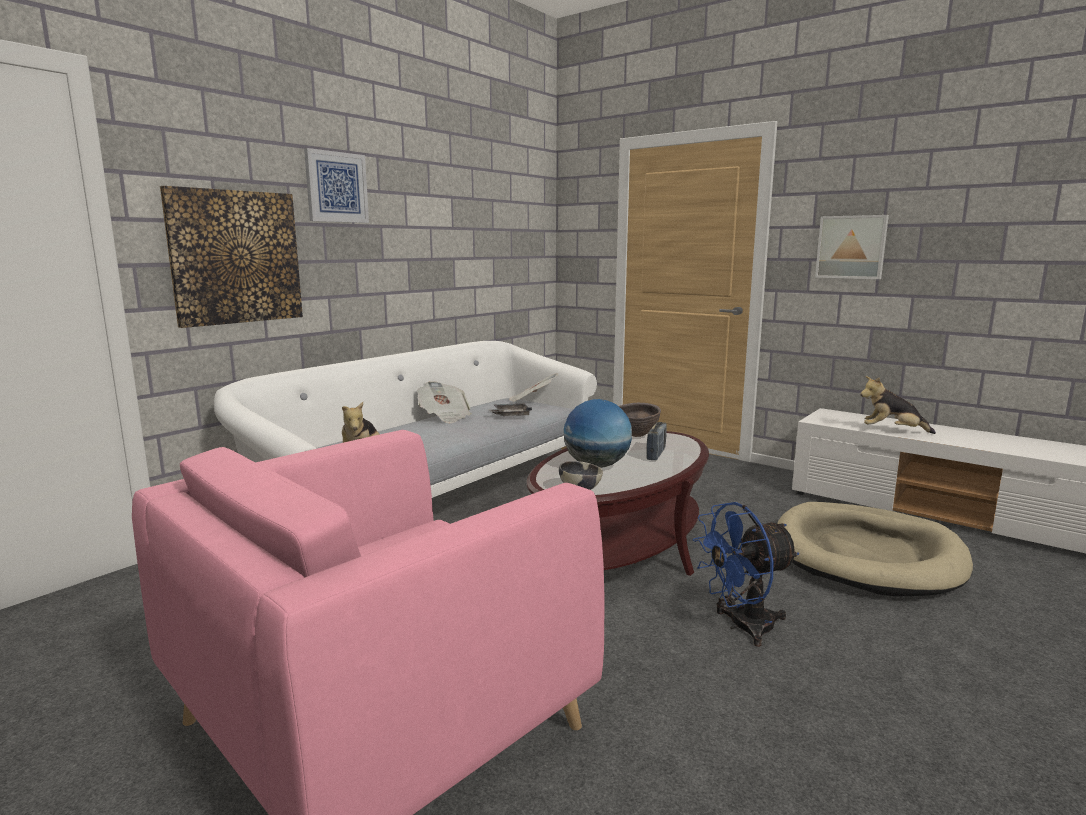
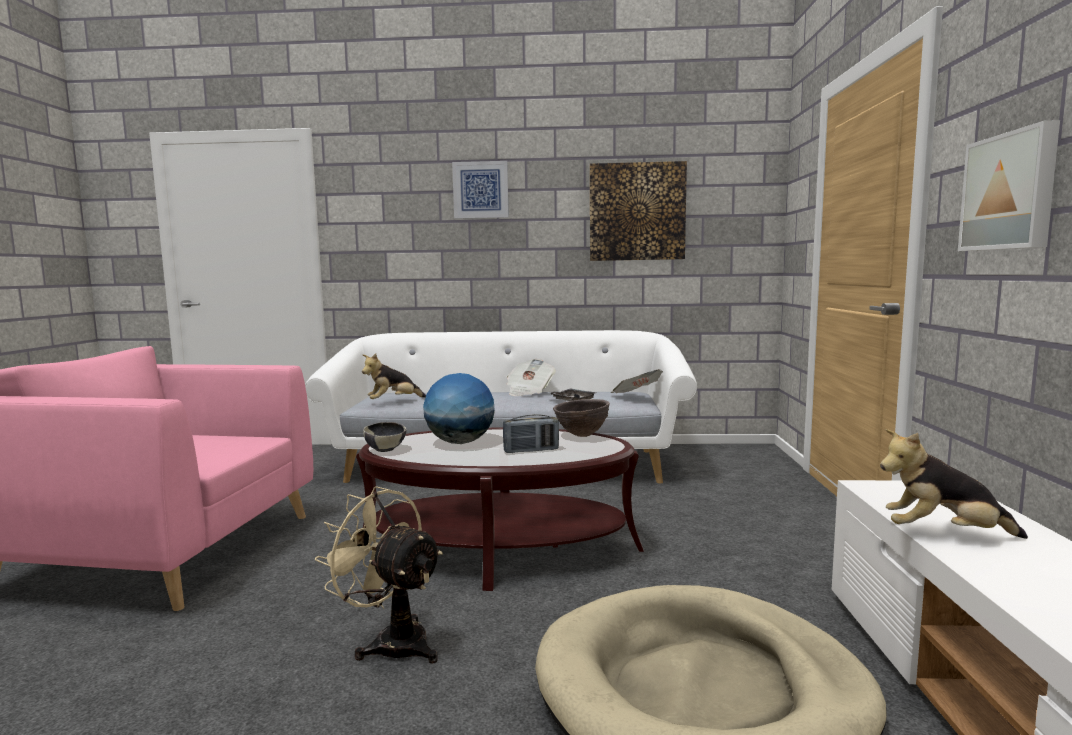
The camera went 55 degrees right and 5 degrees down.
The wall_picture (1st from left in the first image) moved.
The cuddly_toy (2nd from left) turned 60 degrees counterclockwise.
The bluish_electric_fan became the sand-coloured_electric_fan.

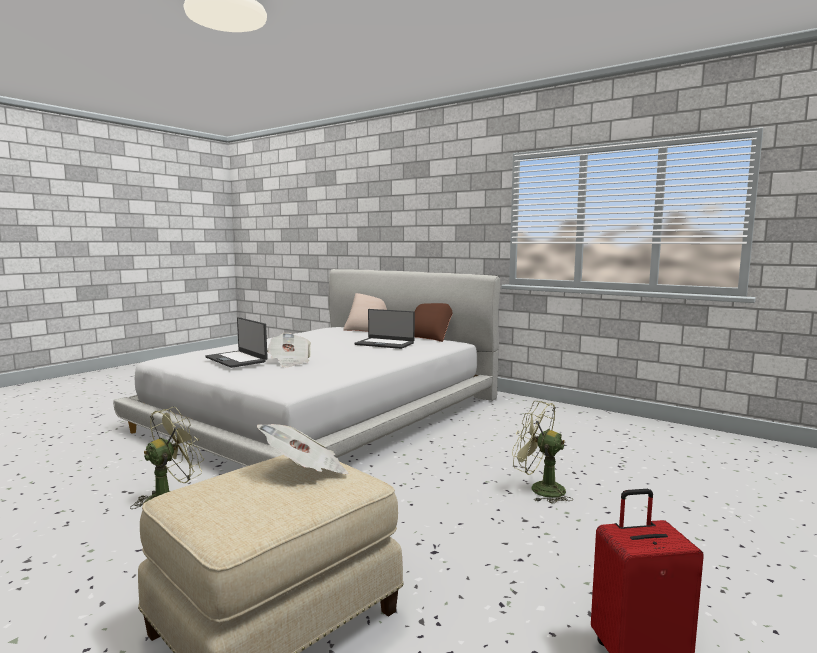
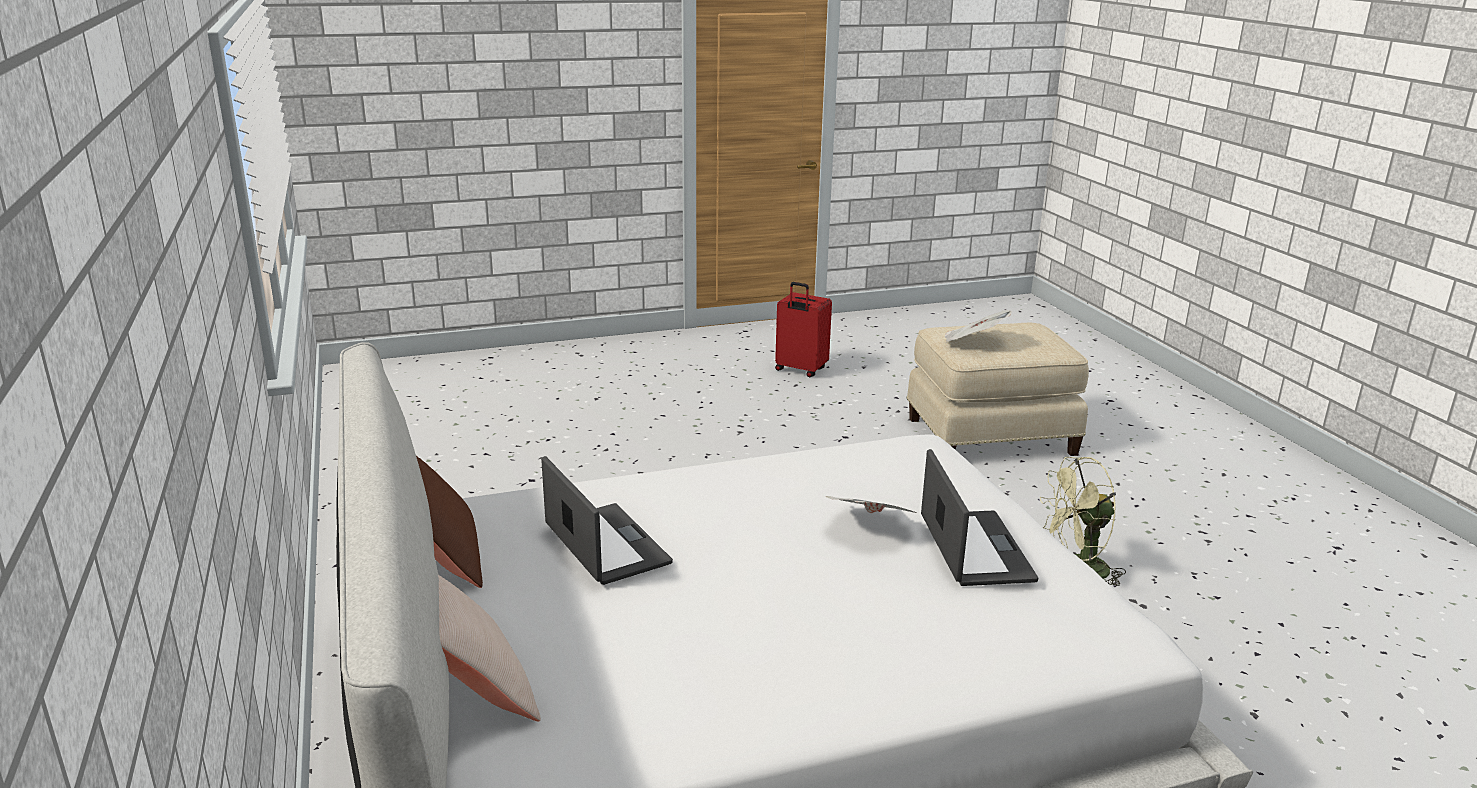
The camera went 145 degrees left and 15 degrees up.
The green-coloured_electric_fan (2nd from left) disappeared.

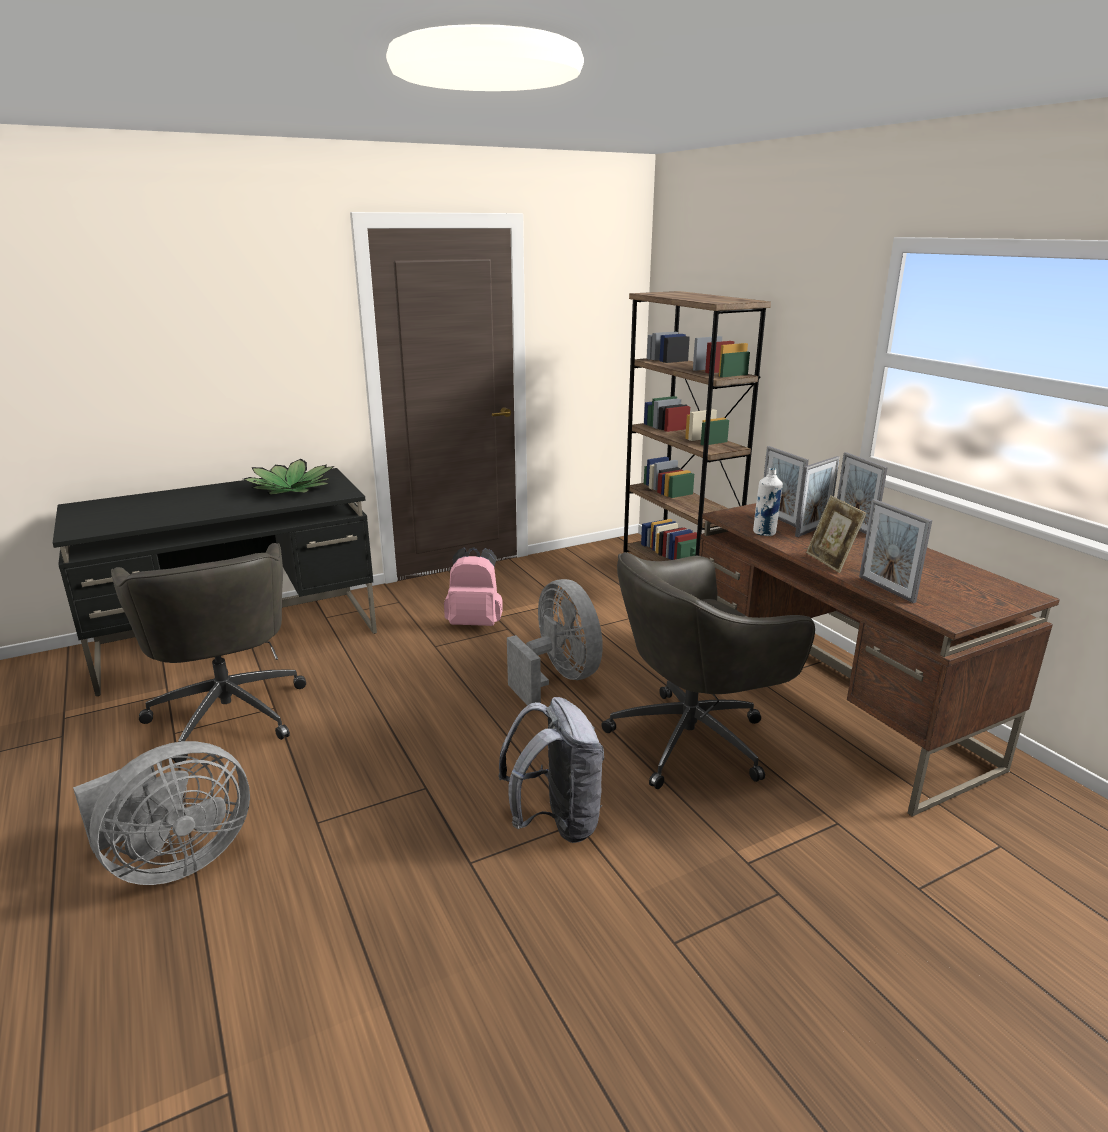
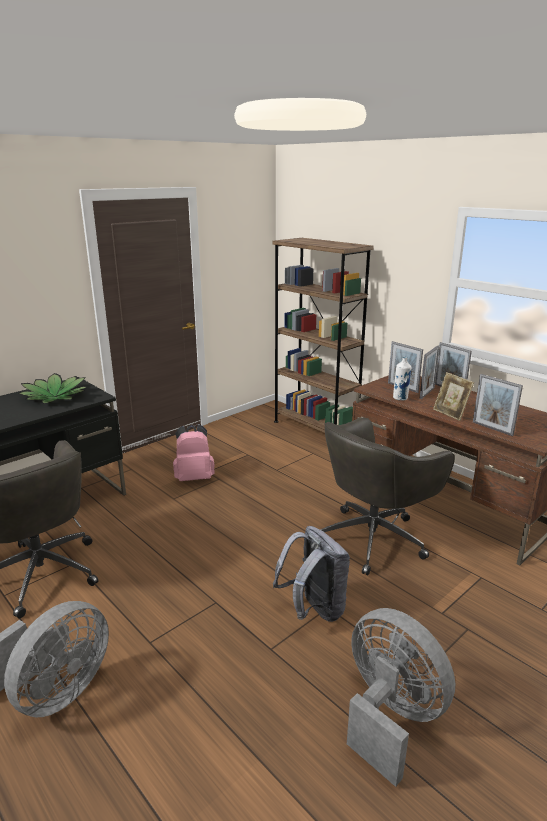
The camera went 15 degrees left and 0 degrees up.
The grey_electric_fan (2nd from left) moved.

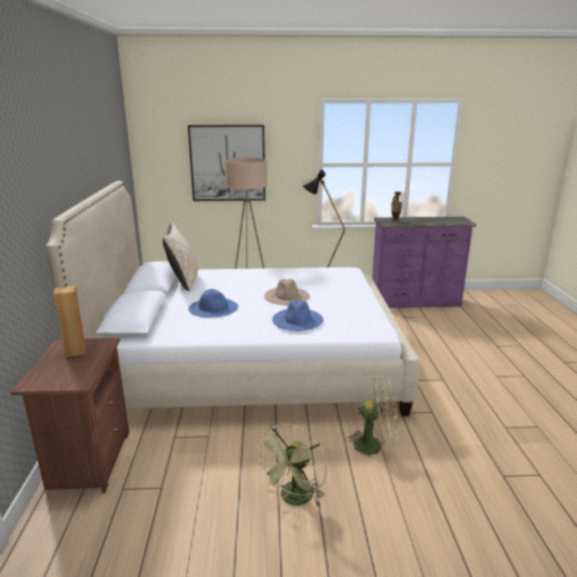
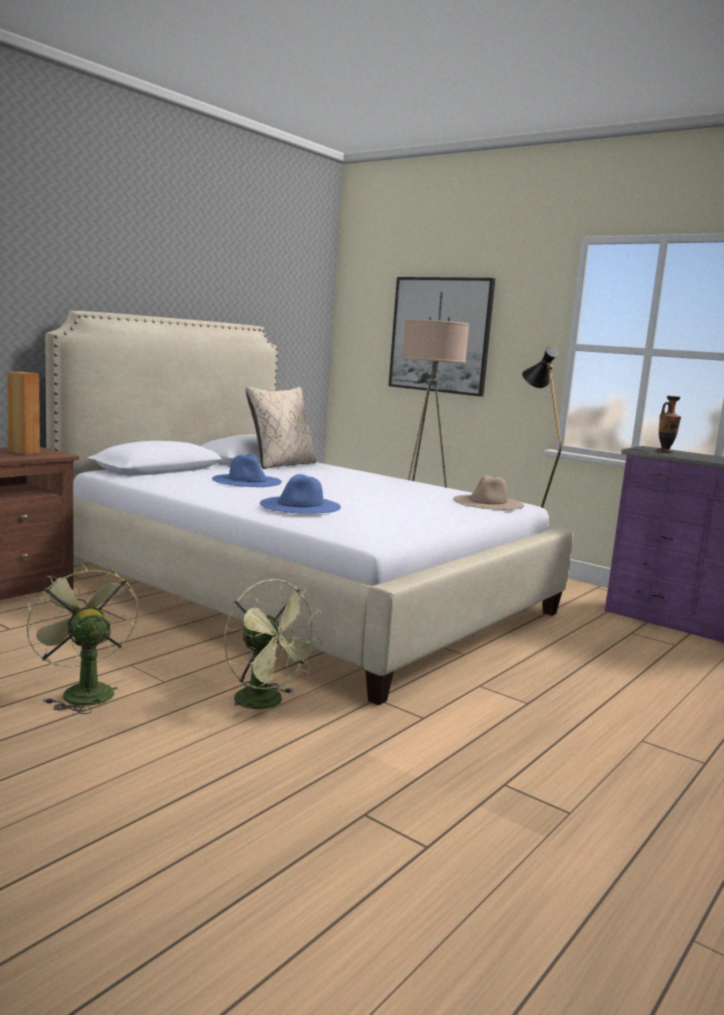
The camera went 40 degrees right and 10 degrees down.
The sand-coloured_wearable_hat moved.
The green-coloured_electric_fan (1st from left) turned 75 degrees clockwise.

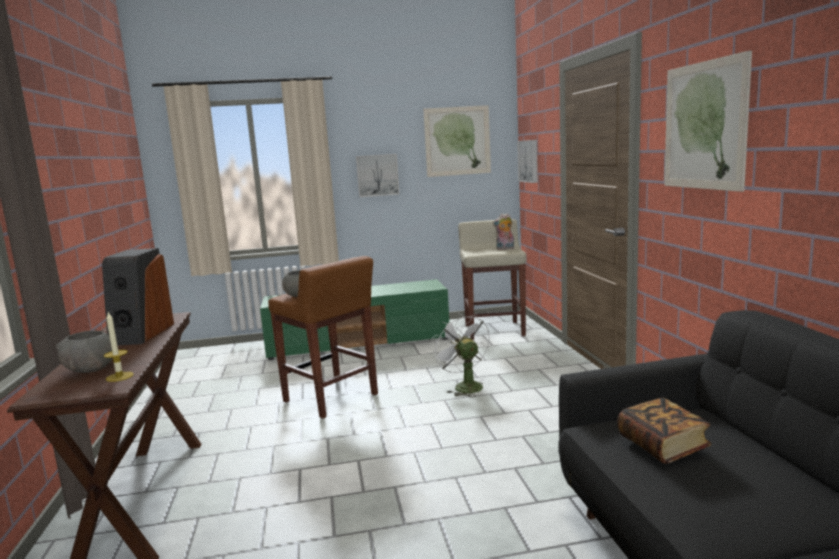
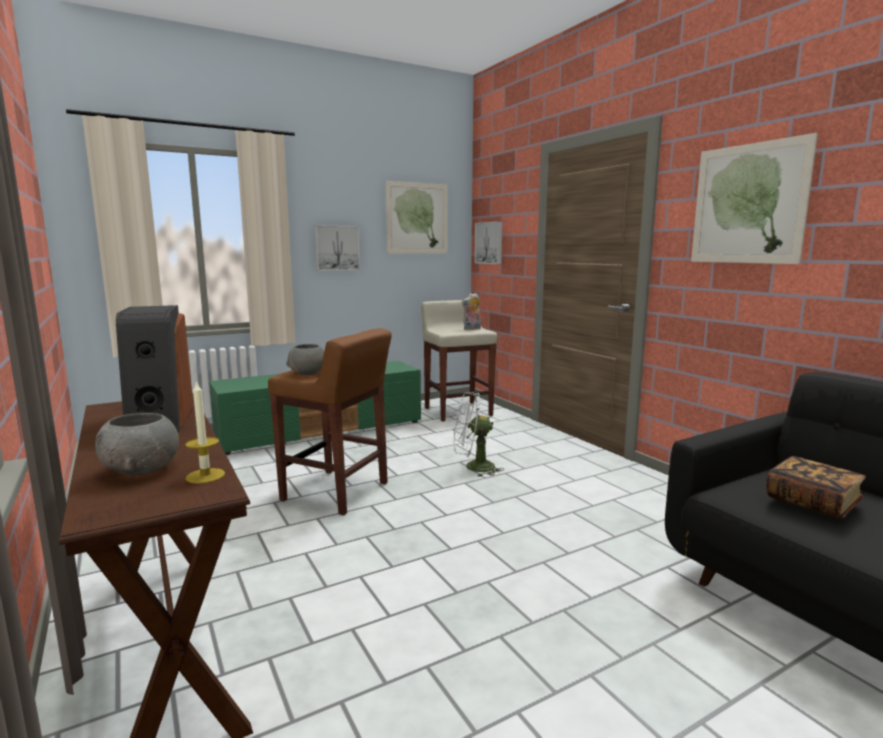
The camera went 20 degrees left and 0 degrees up.
The white-coloured_electric_fan turned 45 degrees counterclockwise.

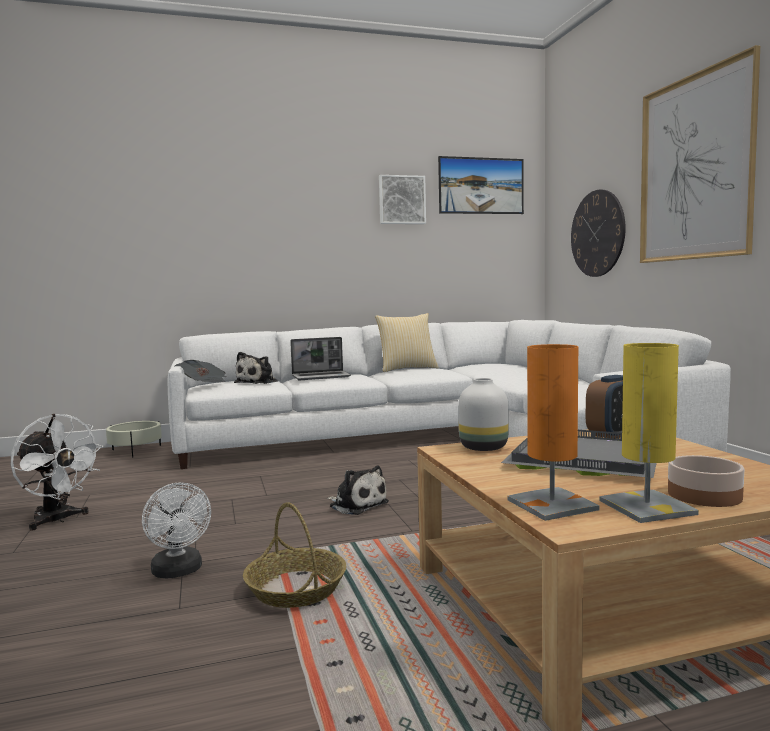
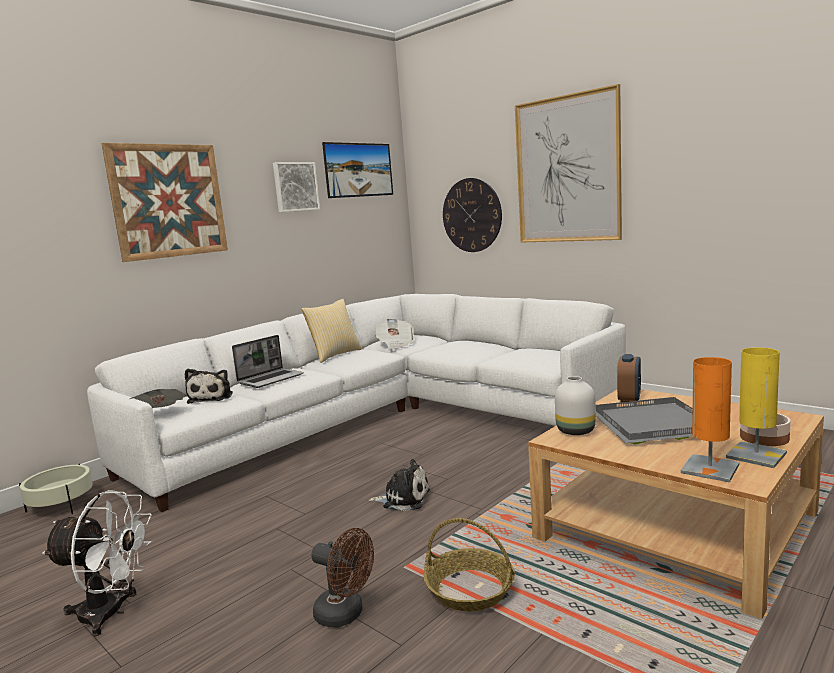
The camera went 30 degrees left and 5 degrees up.
The white-coloured_electric_fan (2nd from left) became the brown_electric_fan.
The wall_picture (1st from left) appeared.
The newspaper (2nd from left) appeared.

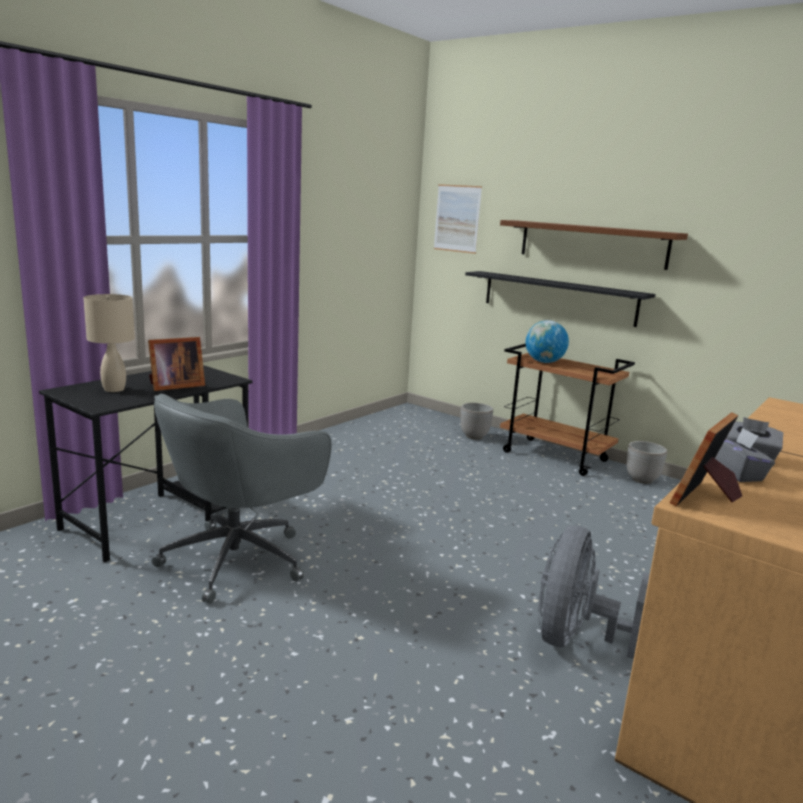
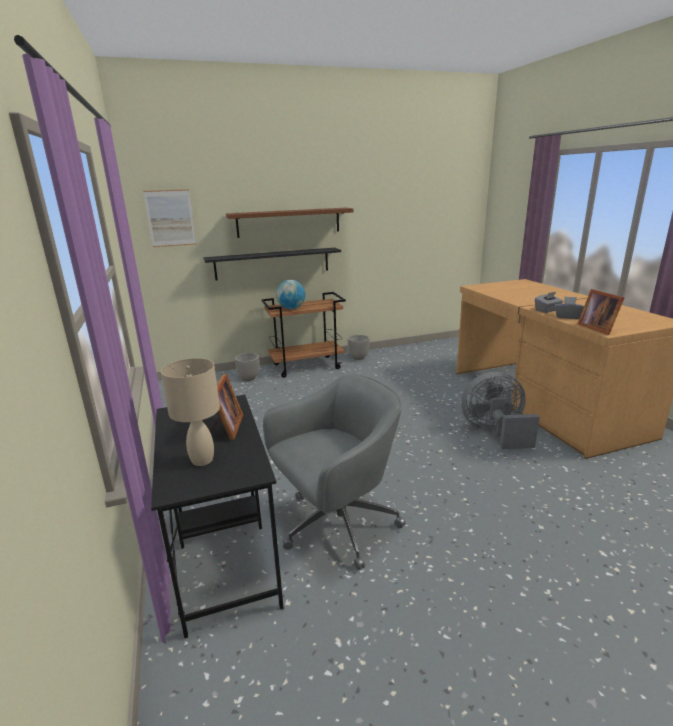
The camera went 55 degrees left and 5 degrees up.
The grey_desk_chair turned 105 degrees counterclockwise.
The grey_electric_fan turned 120 degrees clockwise.

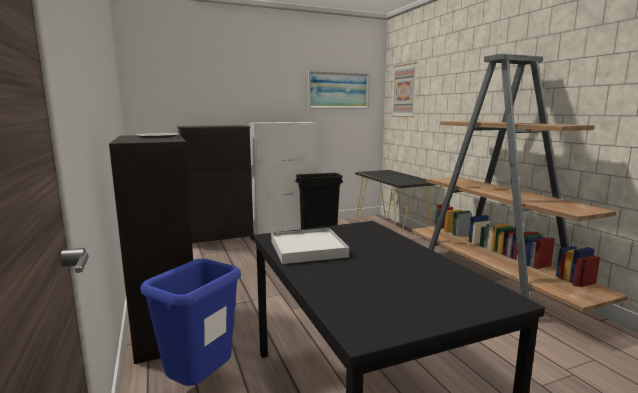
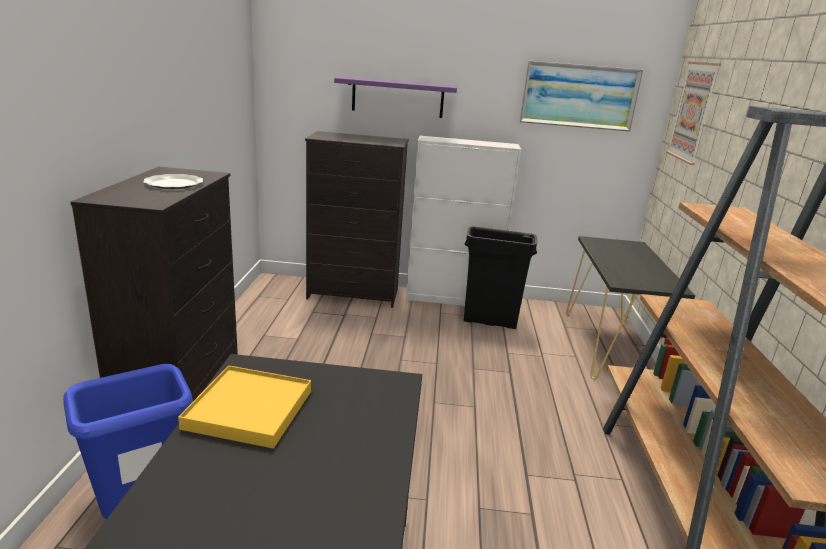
The camera went 25 degrees right and 10 degrees up.
The white-coloured_tray became the yellowish_tray.
The purple_shelf appeared.

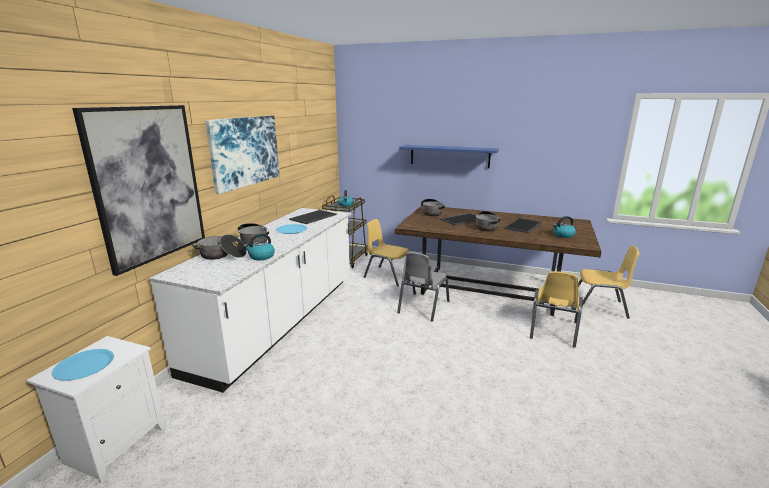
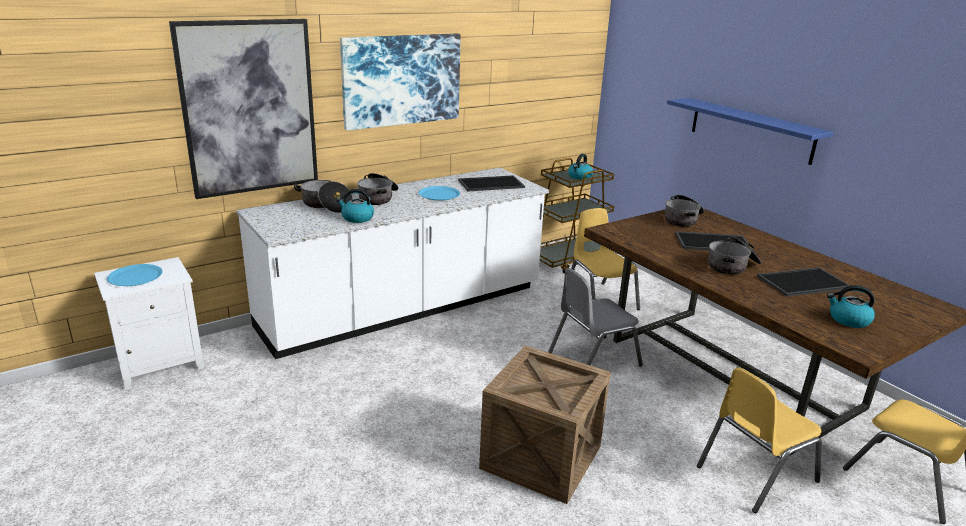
The camera went 35 degrees right and 5 degrees up.
The crate appeared.

